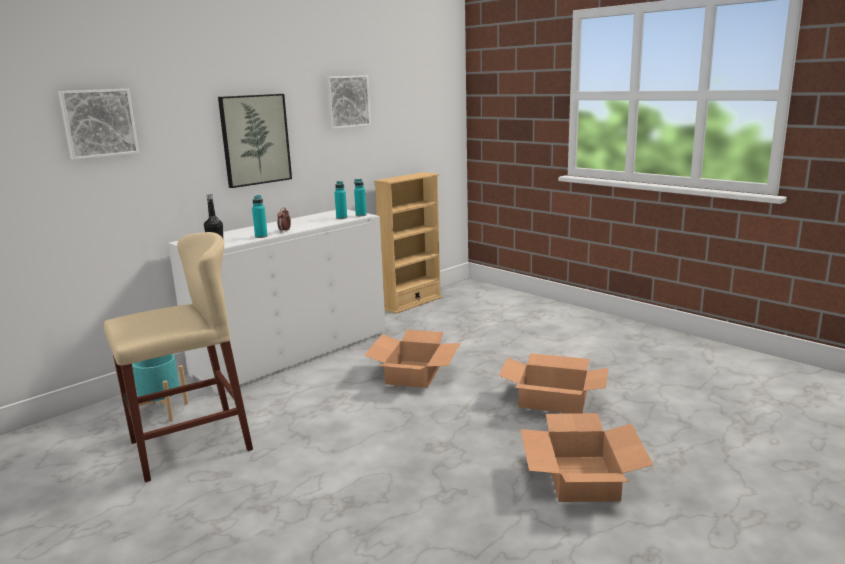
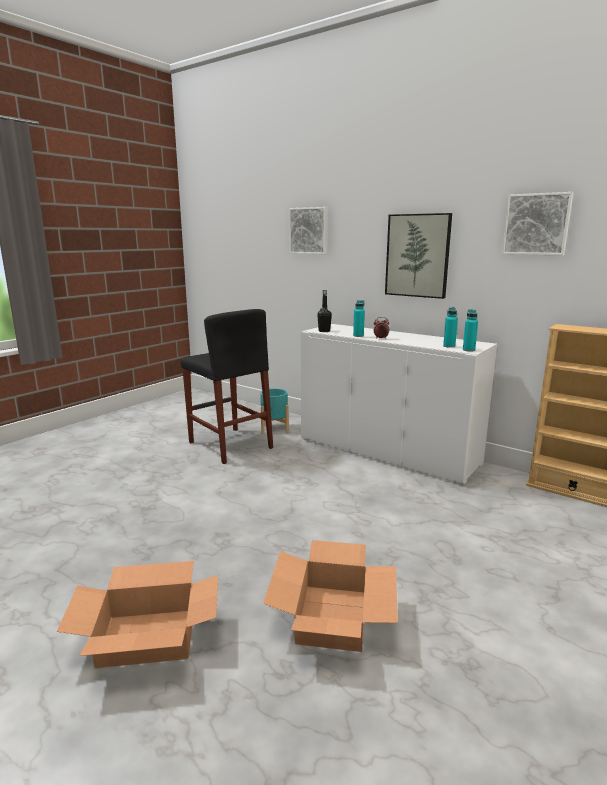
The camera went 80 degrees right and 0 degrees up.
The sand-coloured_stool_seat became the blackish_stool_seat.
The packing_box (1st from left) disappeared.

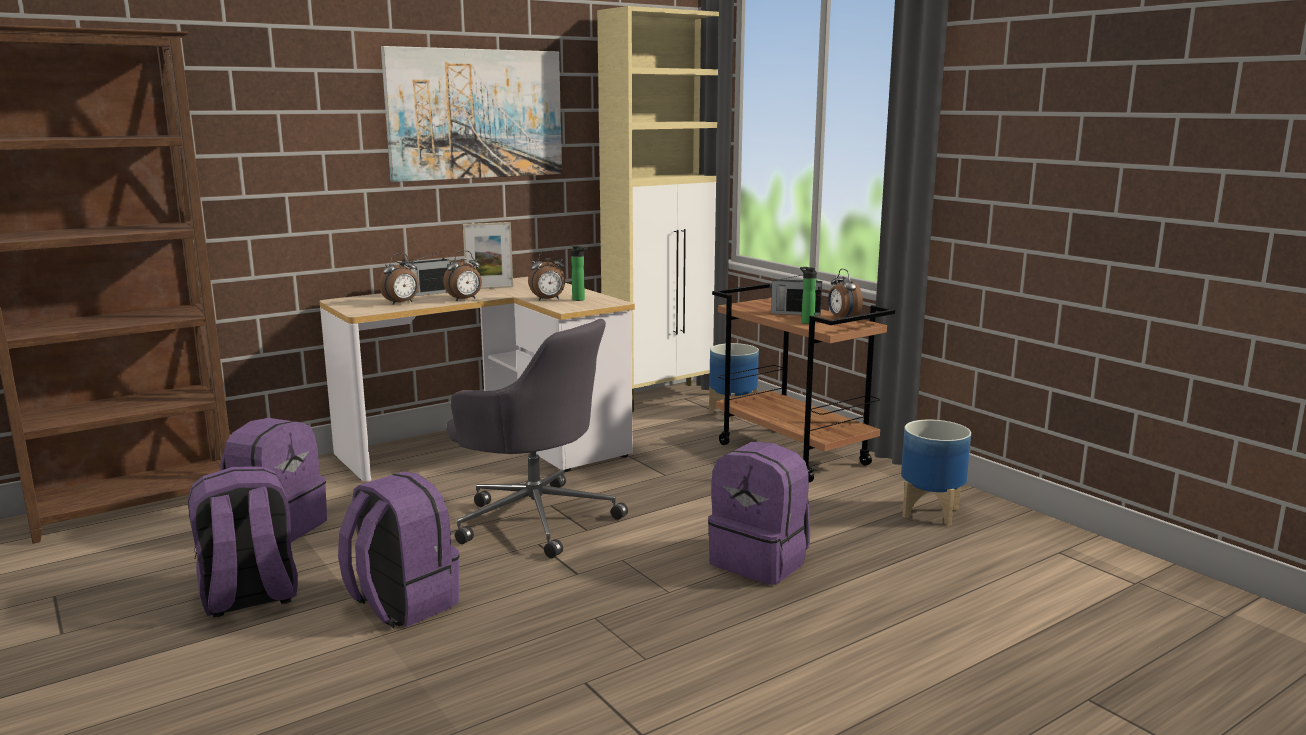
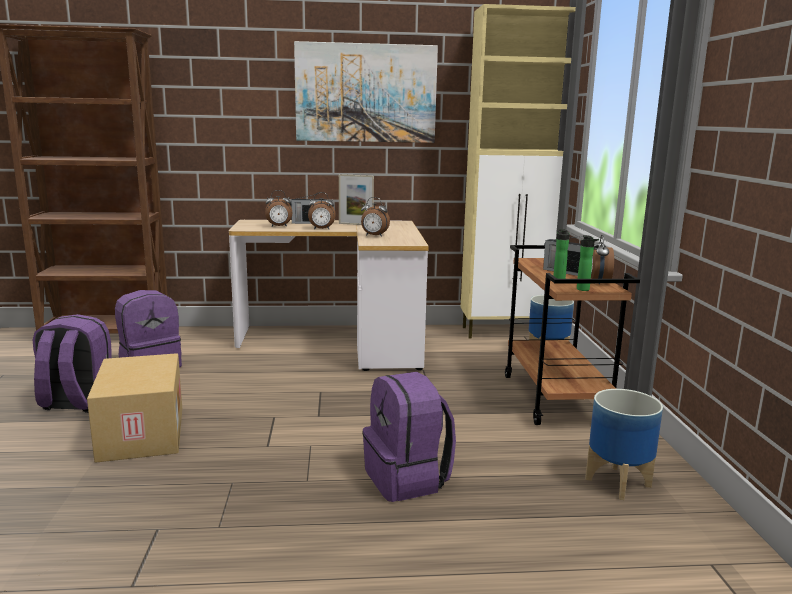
The camera went 30 degrees right and 0 degrees up.
The beverage_bottle (1st from left in the first image) moved.
The grey_desk_chair disappeared.
The purple_backpack (3rd from left) was replaced by the packing_box.

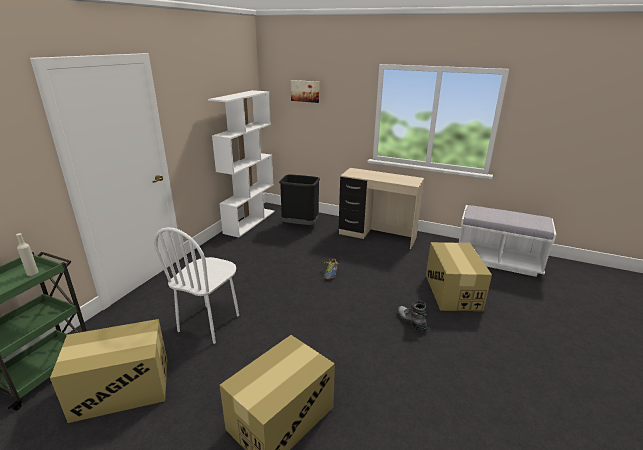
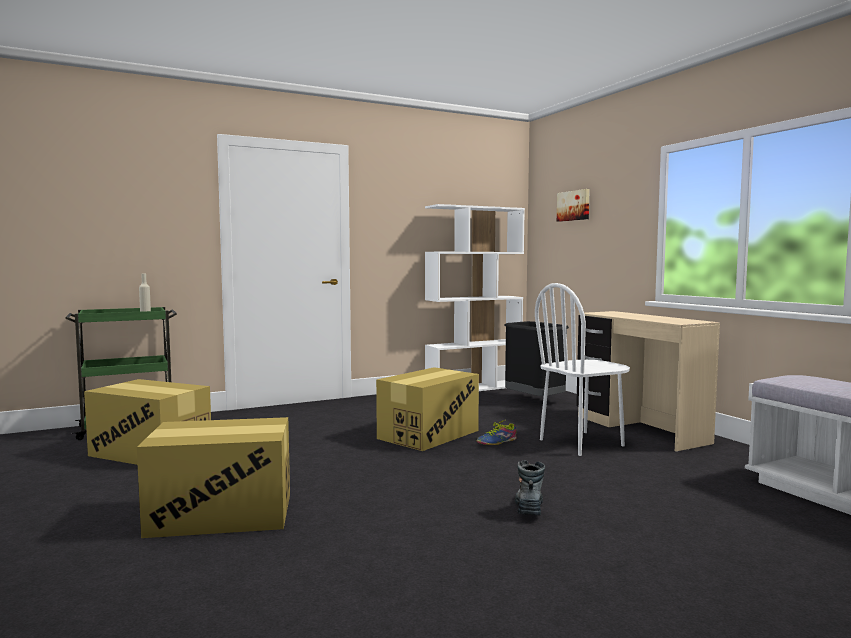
The camera went 40 degrees right and 20 degrees down.
The white-coloured_plain_chair moved.
The packing_box (3rd from left) moved.

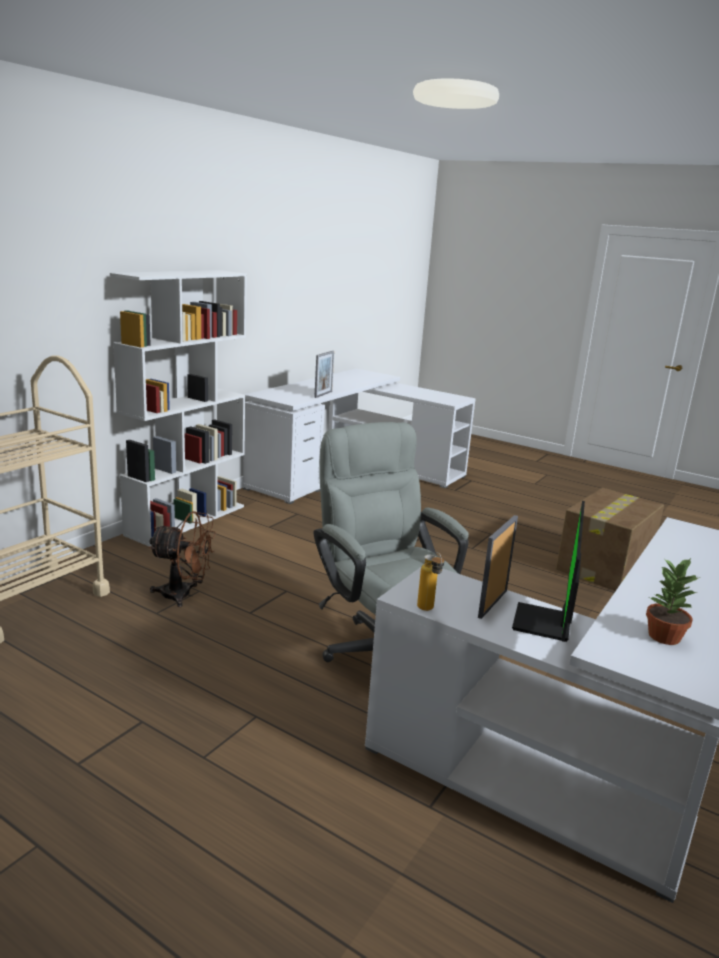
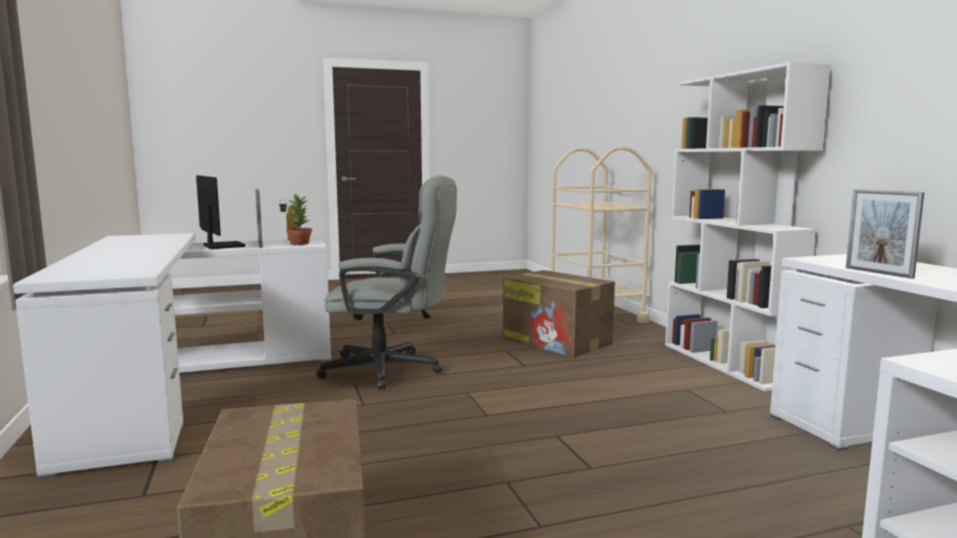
The camera went 130 degrees right and 10 degrees down.
The brown_electric_fan was replaced by the packing_box (2nd from left).
The houseplant moved.

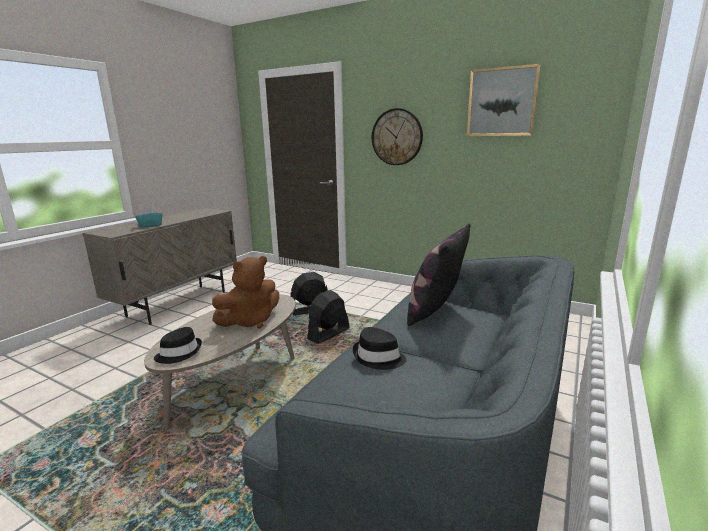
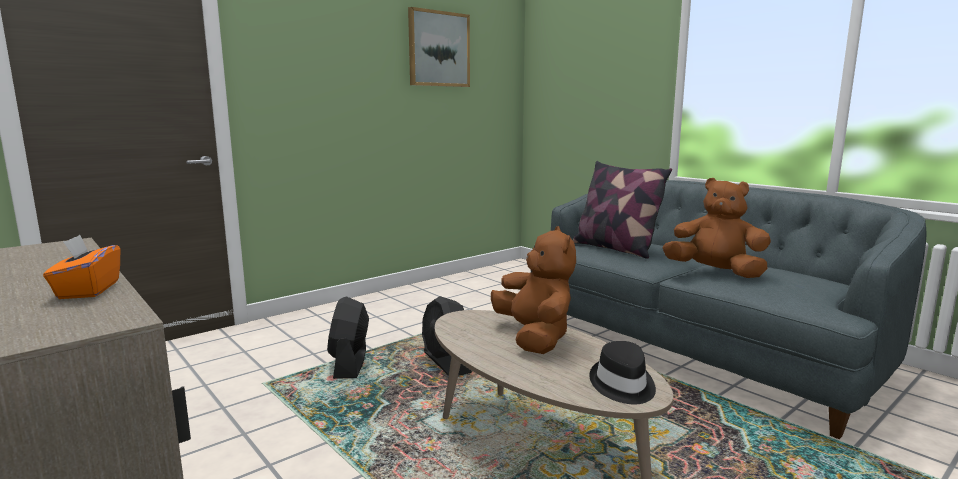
The camera went 70 degrees left and 5 degrees down.
The clock_on_the_wall disappeared.
The turquoise_tissue_box became the orangey_tissue_box.
The blackish_wearable_hat (2nd from left) was replaced by the brown_cuddly_toy (2nd from left).

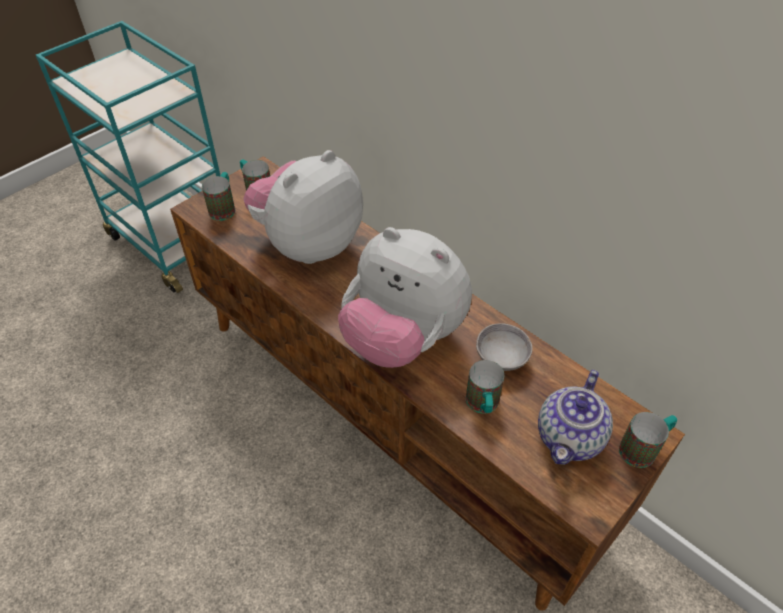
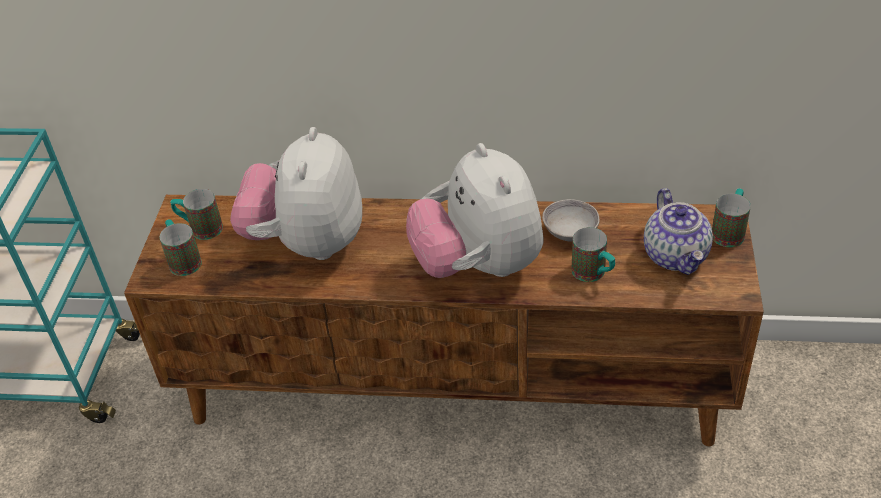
The camera went 35 degrees left and 5 degrees down.
The cuddly_toy (2nd from left) turned 75 degrees clockwise.

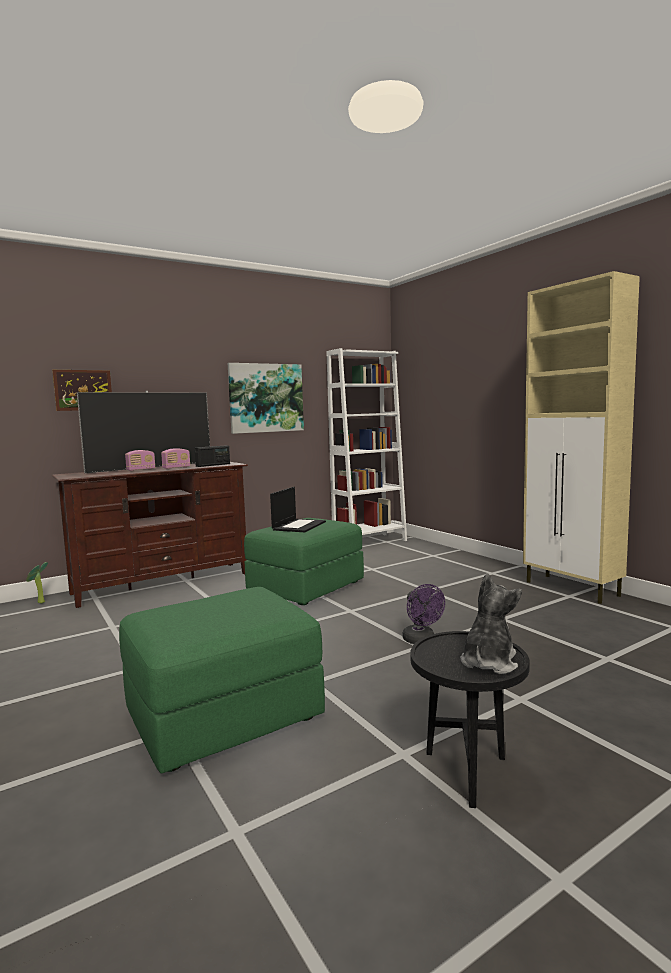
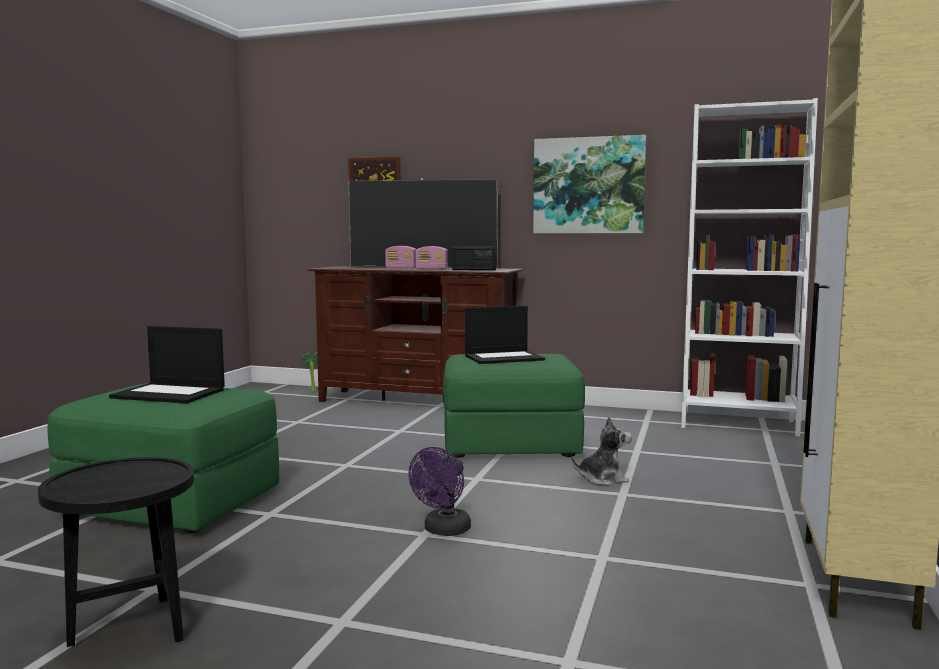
The camera went 50 degrees right and 0 degrees up.
The cuddly_toy moved.
The portable_computer (1st from left) appeared.

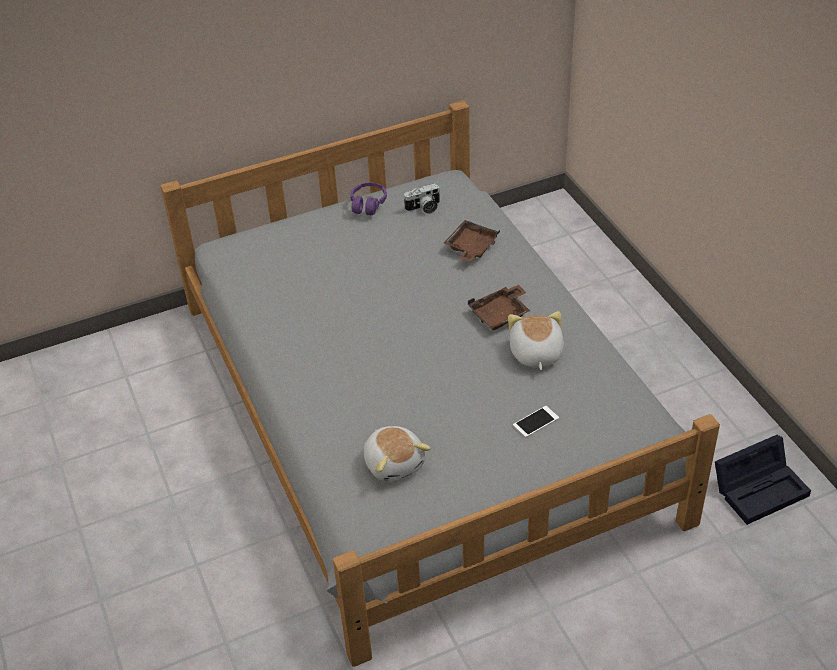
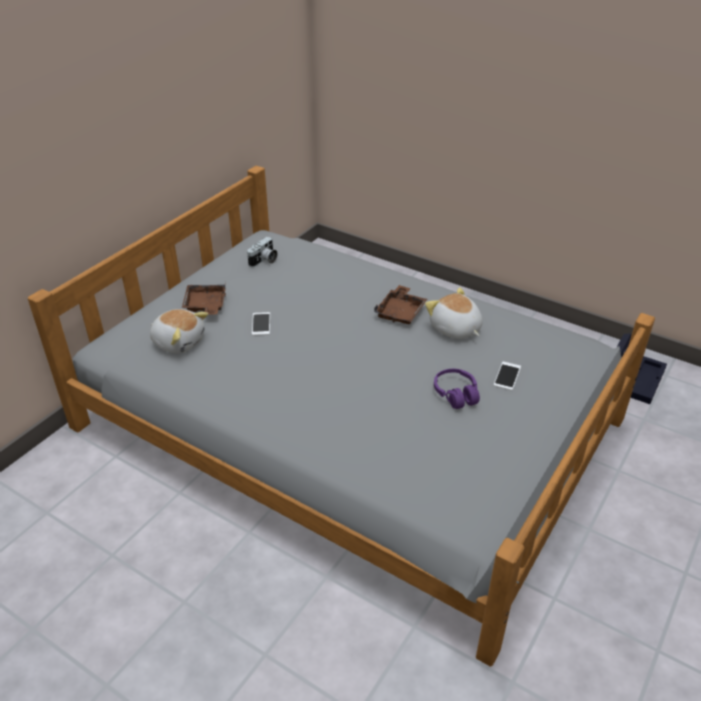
The camera went 35 degrees left and 5 degrees down.
The purple_headset moved.
The brown_tray (1st from left) moved.
The cuddly_toy (1st from left) moved.
The phone (1st from left) appeared.

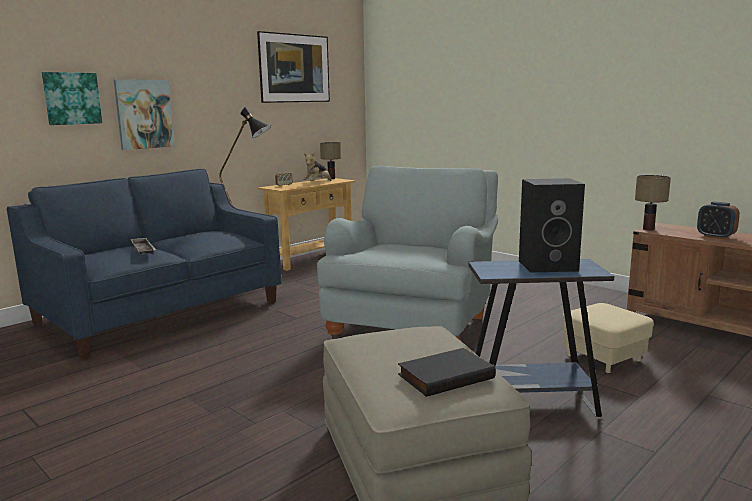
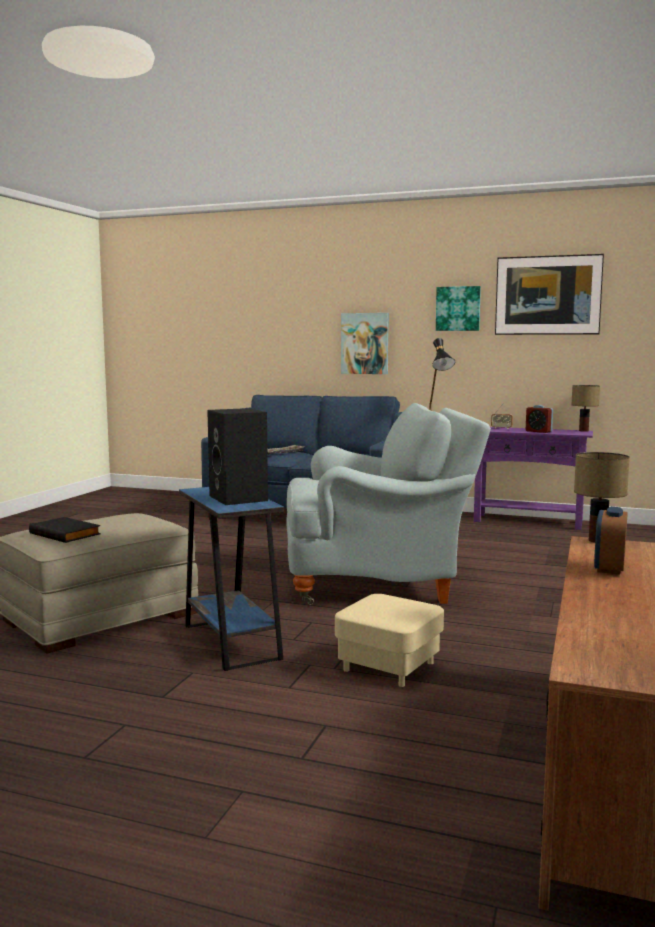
The camera went 65 degrees right and 5 degrees down.
The wall_picture (1st from left in the first image) moved.
The cuddly_toy was replaced by the bedside_clock (1st from left).
The sand-coloured_console_table became the purple_console_table.

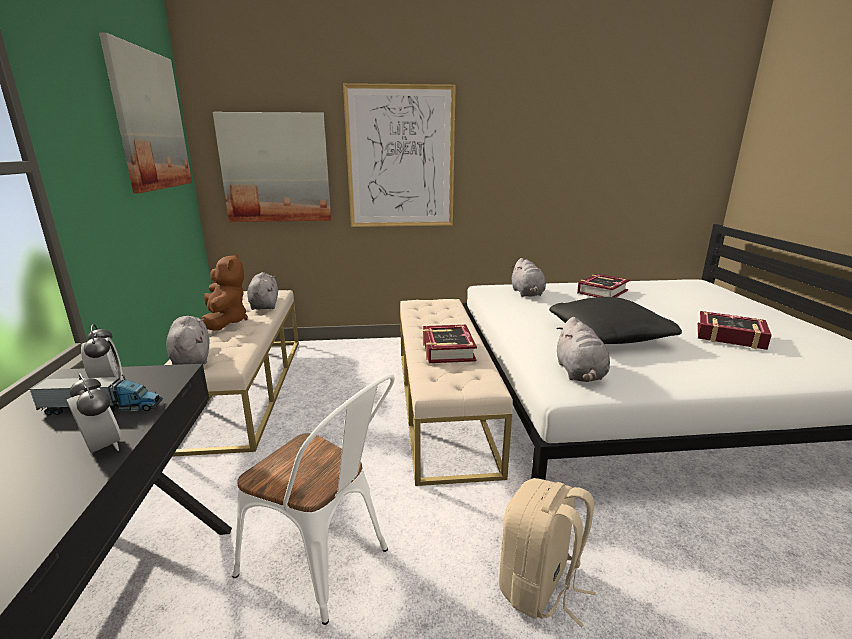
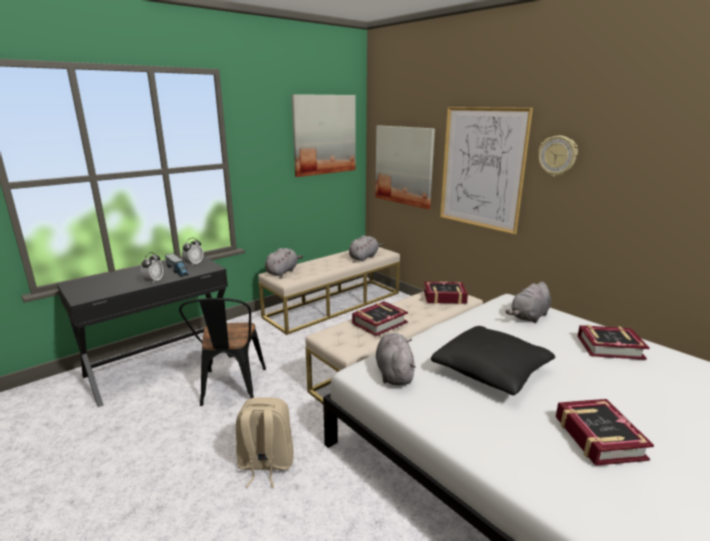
The camera went 55 degrees right and 0 degrees up.
The brown_cuddly_toy disappeared.
The grey_cuddly_toy (4th from left in the first image) turned 120 degrees clockwise.
The white-coloured_plain_chair became the blackish_plain_chair.
The clock_on_the_wall appeared.
The volume (2nd from left) appeared.

